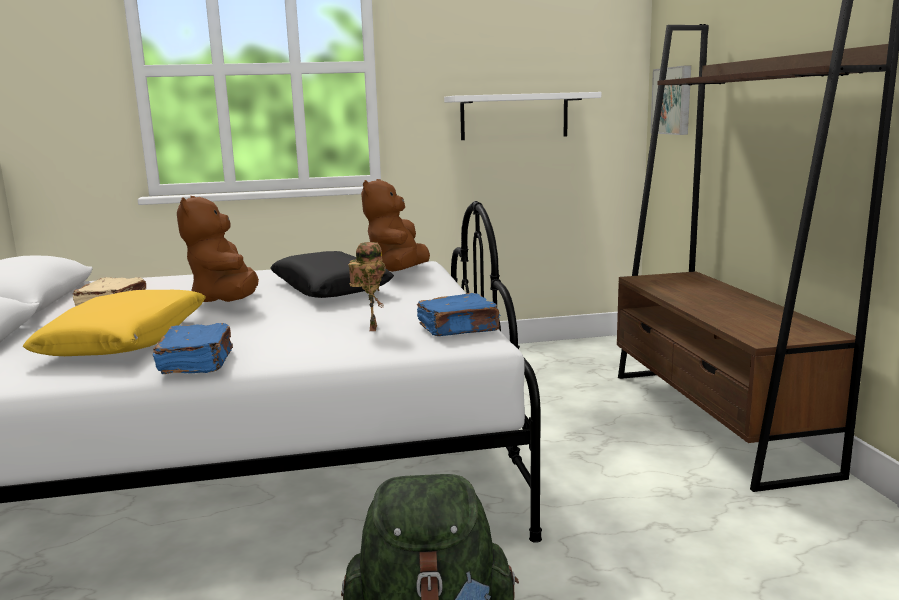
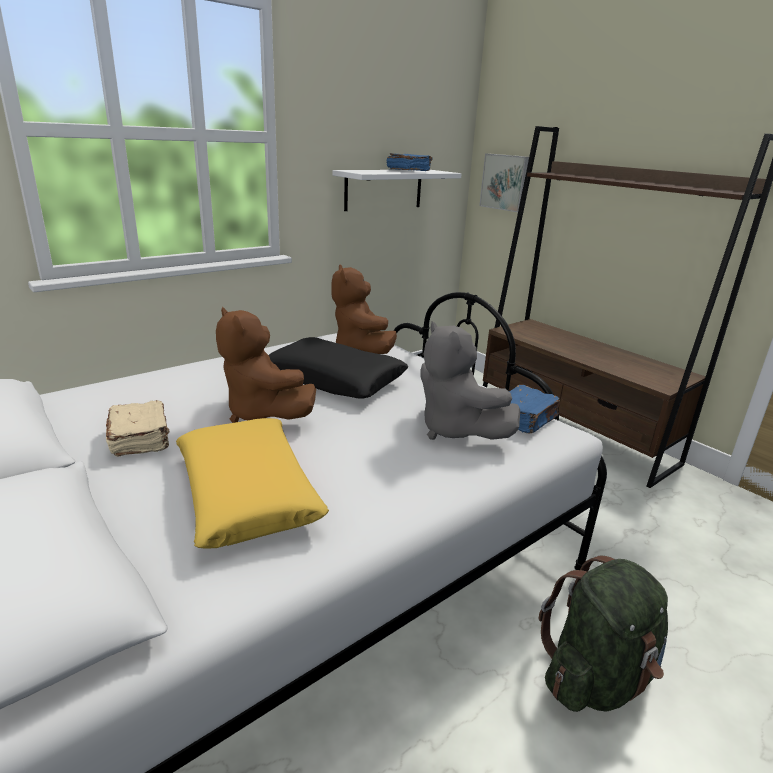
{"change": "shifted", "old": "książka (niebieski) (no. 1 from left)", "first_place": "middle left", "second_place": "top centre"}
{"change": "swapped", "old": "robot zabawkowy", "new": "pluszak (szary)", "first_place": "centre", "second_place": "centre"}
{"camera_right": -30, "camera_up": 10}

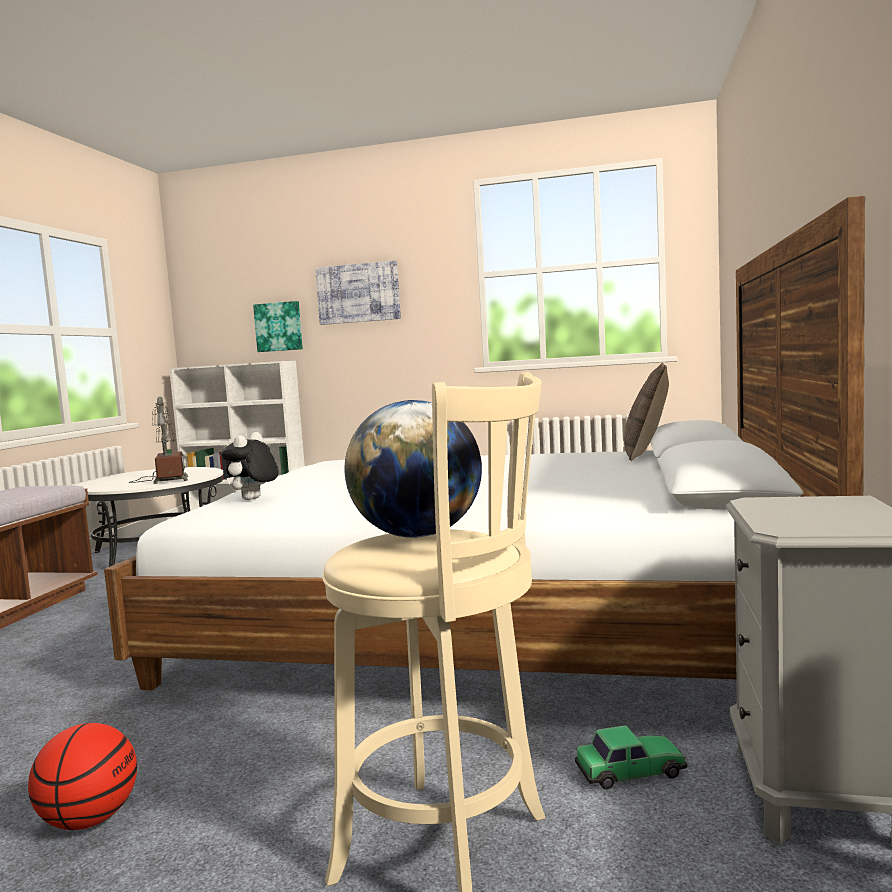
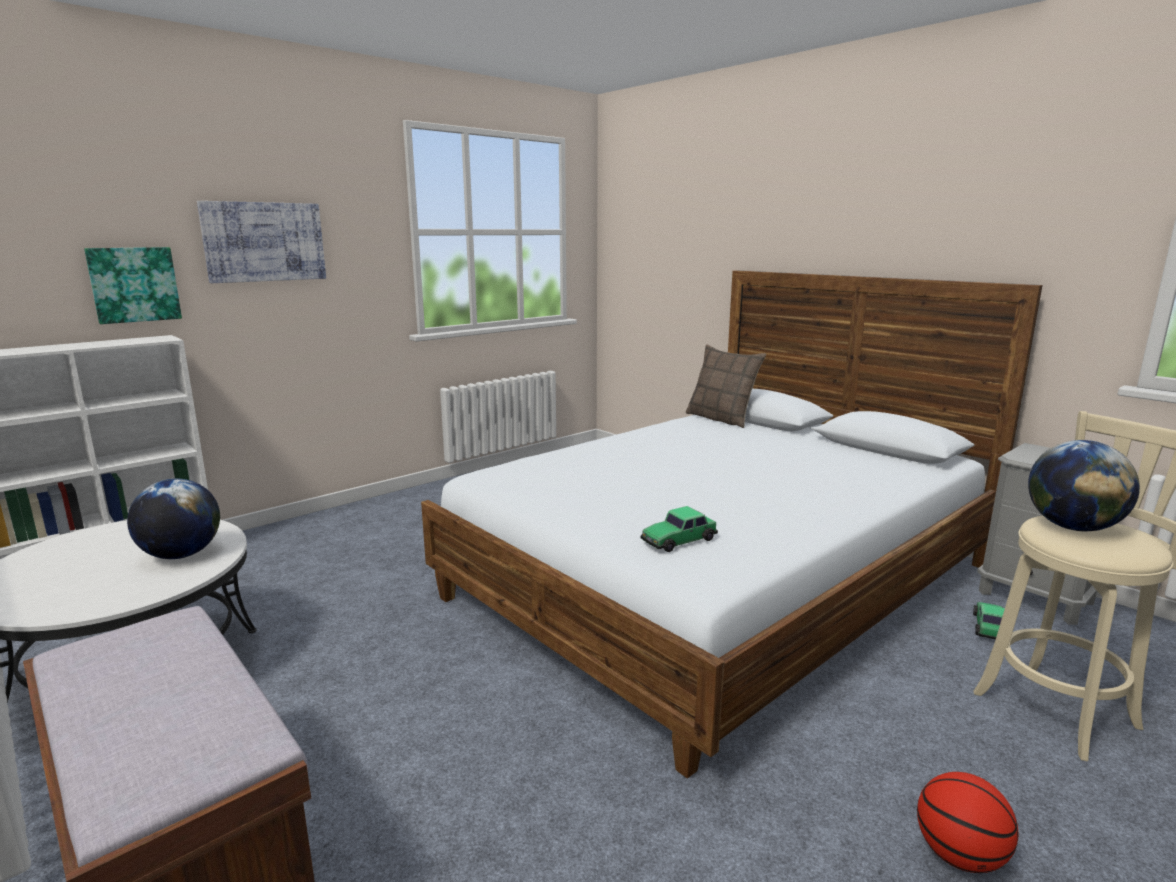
{"change": "swapped", "old": "lampa stołowa", "new": "globus (no. 1 from left)", "first_place": "middle left", "second_place": "middle left"}
{"change": "swapped", "old": "pluszak", "new": "samochodzik (no. 1 from left)", "first_place": "middle left", "second_place": "centre"}
{"camera_right": -55, "camera_up": 10}

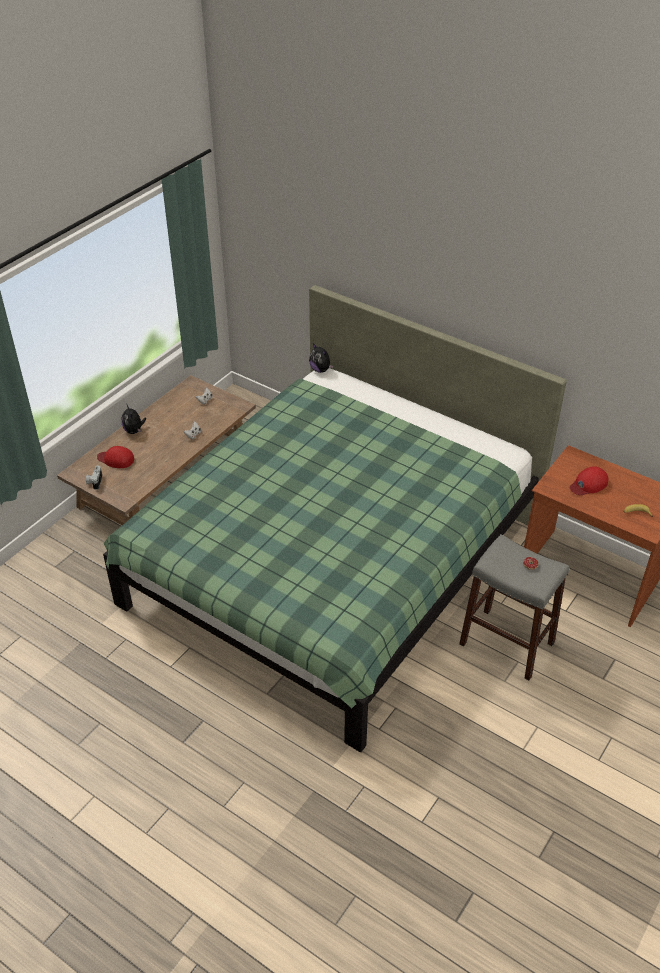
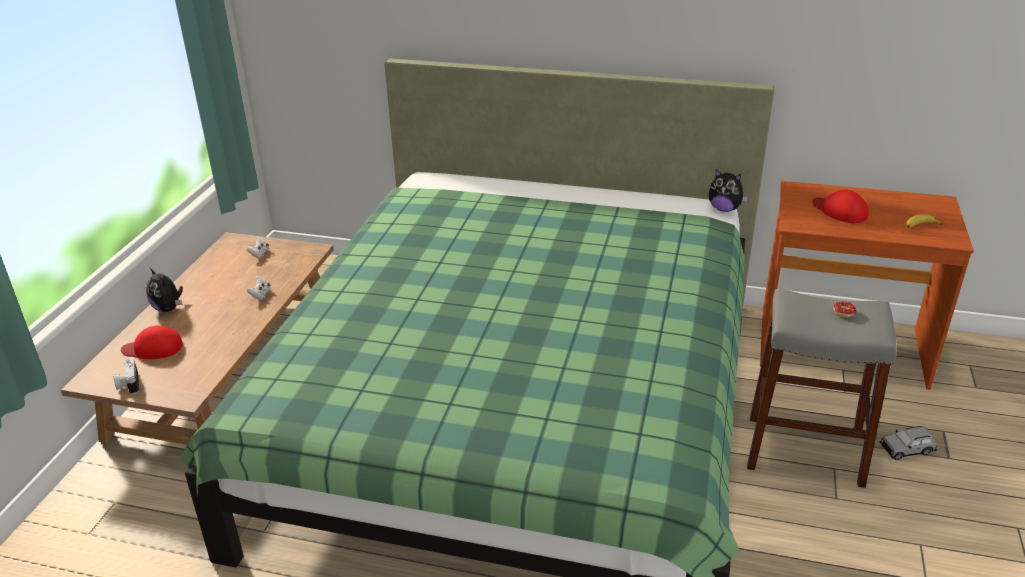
{"change": "shifted", "old": "pluszak (no. 2 from left)", "first_place": "centre", "second_place": "top right"}
{"change": "rotated", "old": "czapka z daszkiem (czerwony) (no. 2 from left)", "first_place": "middle right", "second_place": "middle right", "degrees": 105}
{"change": "new", "new": "samochodzik (szary)", "second_place": "bottom right"}
{"camera_right": -20, "camera_up": -10}

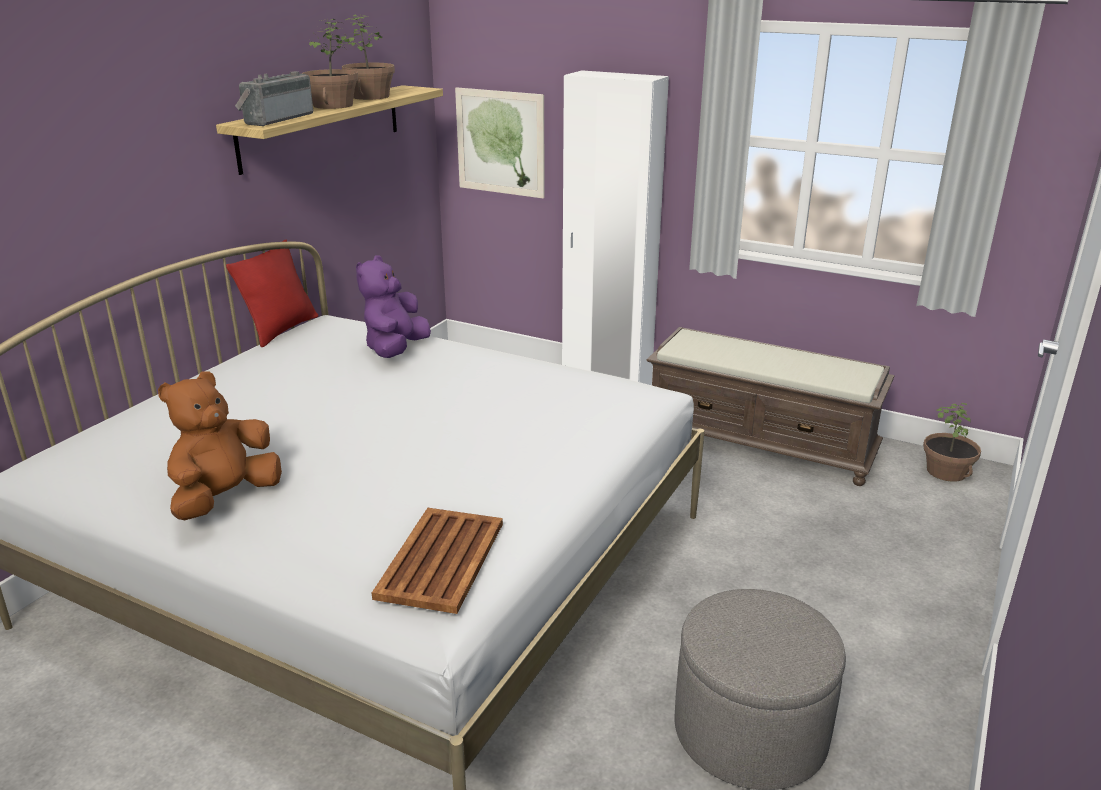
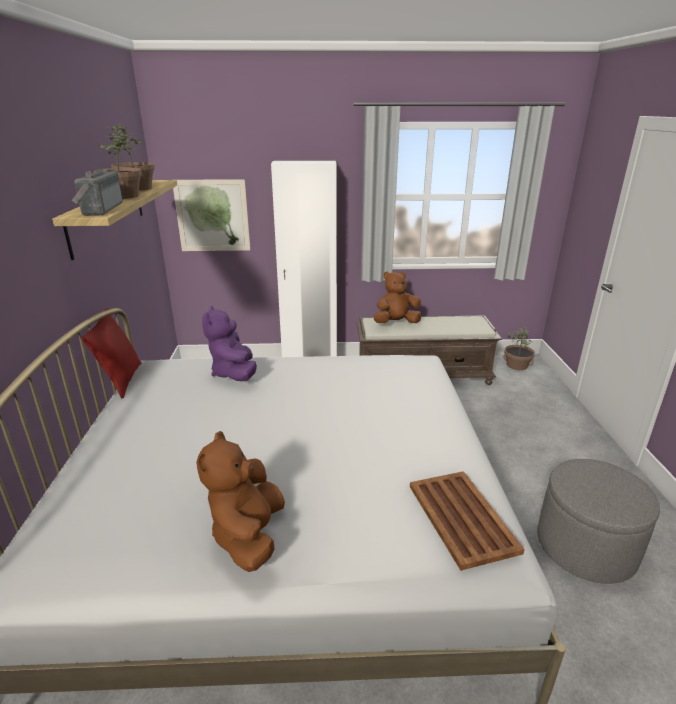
{"change": "new", "new": "pluszak (brązowy) (no. 2 from left)", "second_place": "centre"}
{"camera_right": -30, "camera_up": 0}

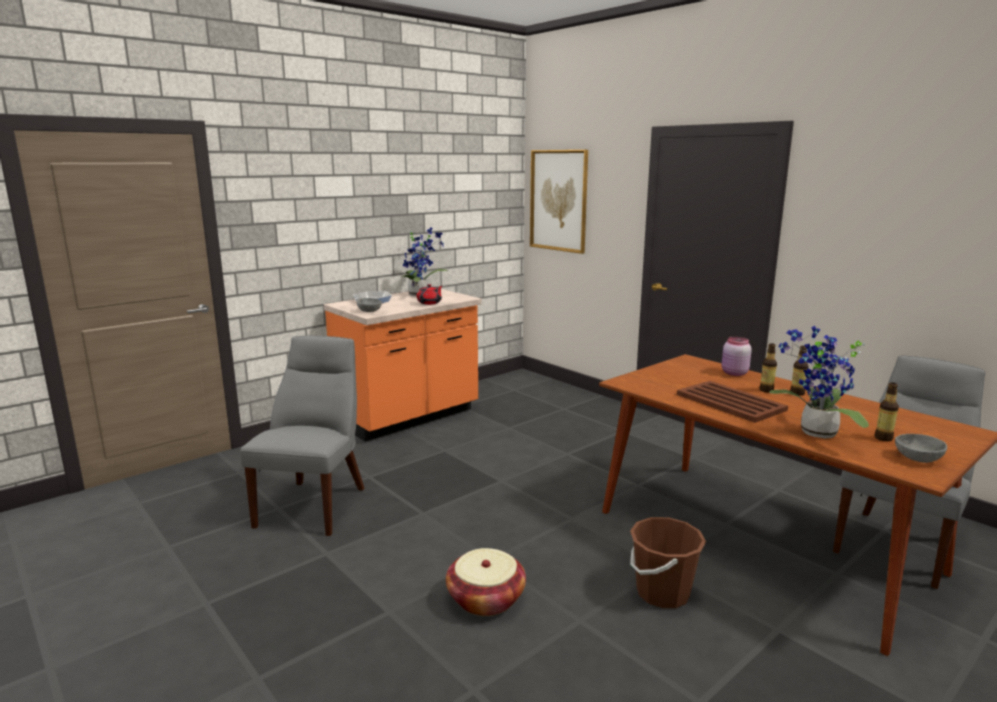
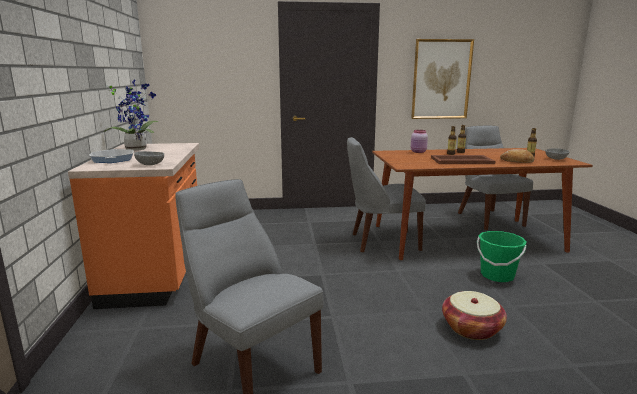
{"change": "new", "new": "krzesło (szary) (no. 2 from left)", "second_place": "centre"}
{"change": "shifted", "old": "obraz", "first_place": "top centre", "second_place": "top right"}
{"change": "repainted", "old": "wiadro (brązowy)", "new": "wiadro (zielony)", "first_place": "bottom right", "second_place": "middle right"}
{"change": "swapped", "old": "roślina doniczkowa (no. 2 from left)", "new": "chleb", "first_place": "middle right", "second_place": "middle right"}
{"change": "gone", "old": "imbryk (czerwony)", "first_place": "centre"}
{"camera_right": -55, "camera_up": 0}

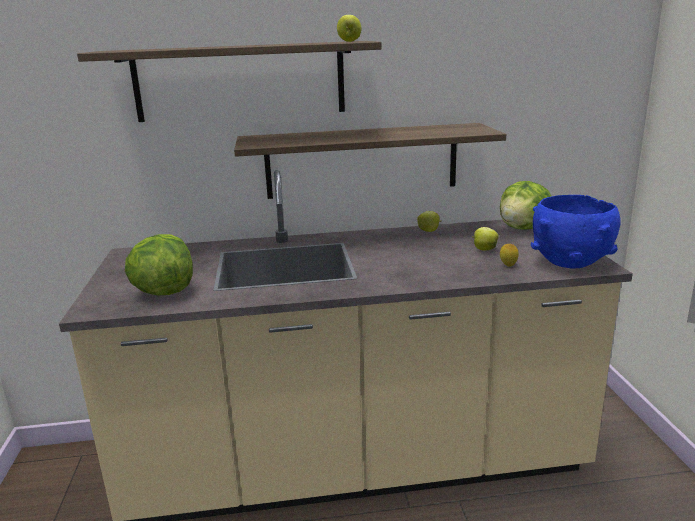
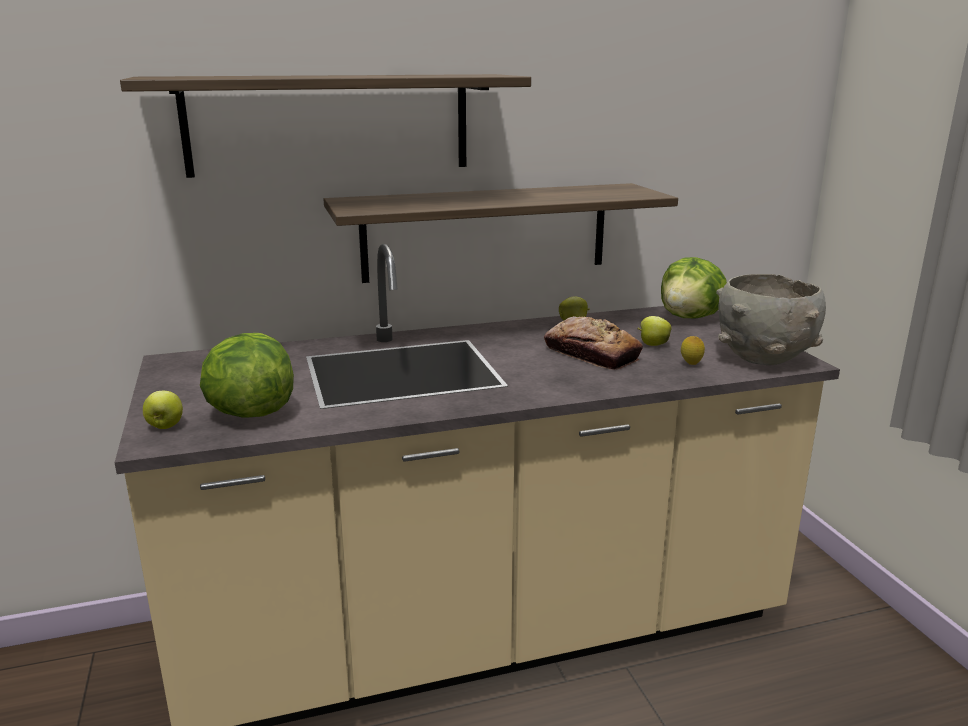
{"change": "shifted", "old": "jabłko (no. 1 from left)", "first_place": "top centre", "second_place": "middle left"}
{"change": "new", "new": "chleb", "second_place": "centre"}
{"change": "repainted", "old": "miska (niebieski)", "new": "miska (szary)", "first_place": "middle right", "second_place": "middle right"}
{"camera_right": -10, "camera_up": 0}

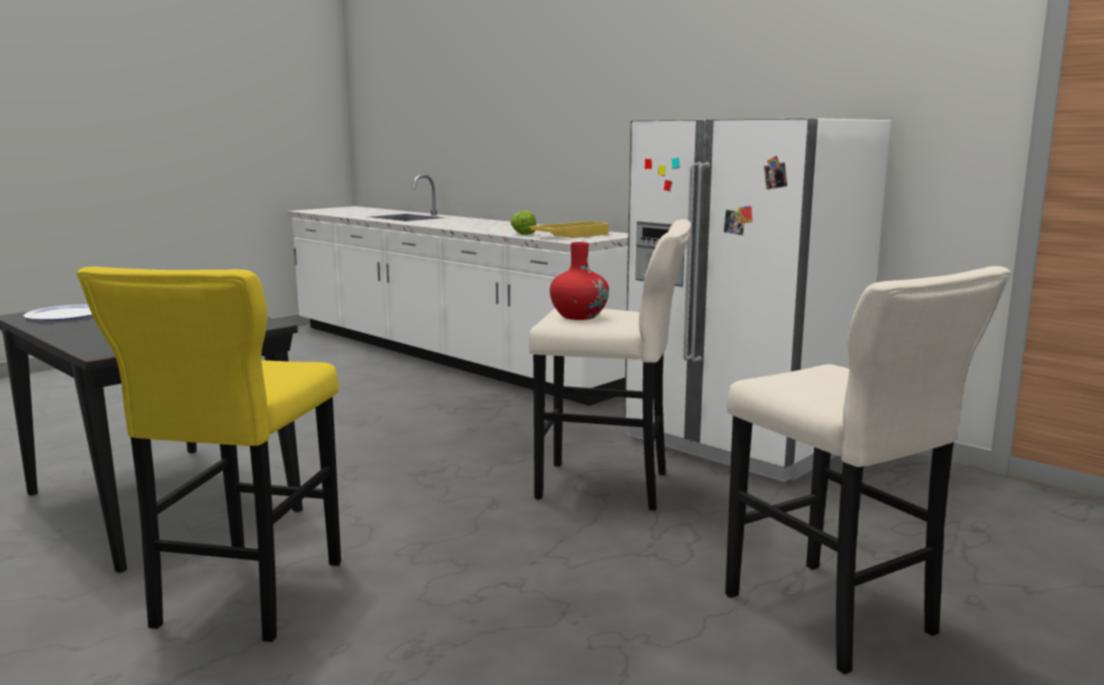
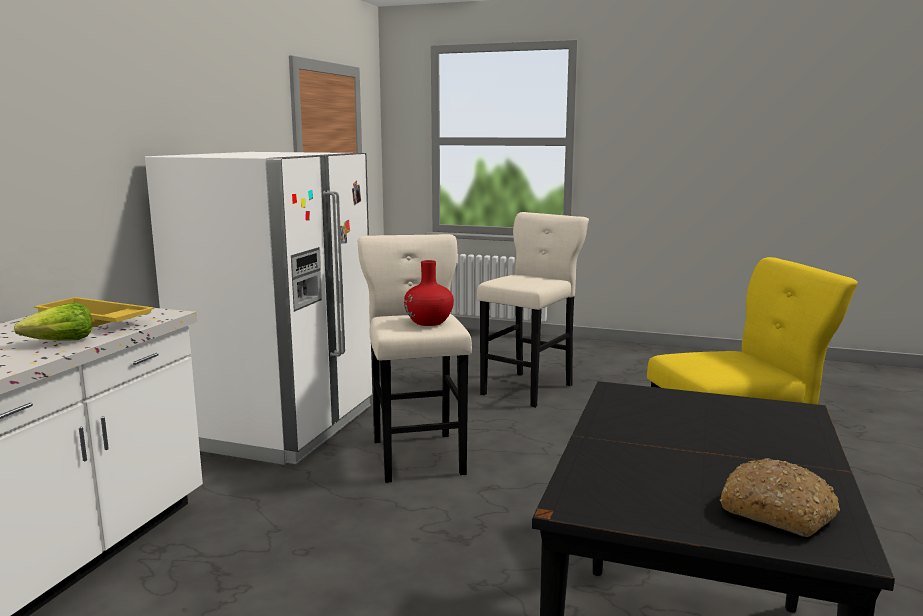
{"change": "swapped", "old": "talerz", "new": "chleb", "first_place": "middle left", "second_place": "bottom right"}
{"camera_right": -115, "camera_up": 0}

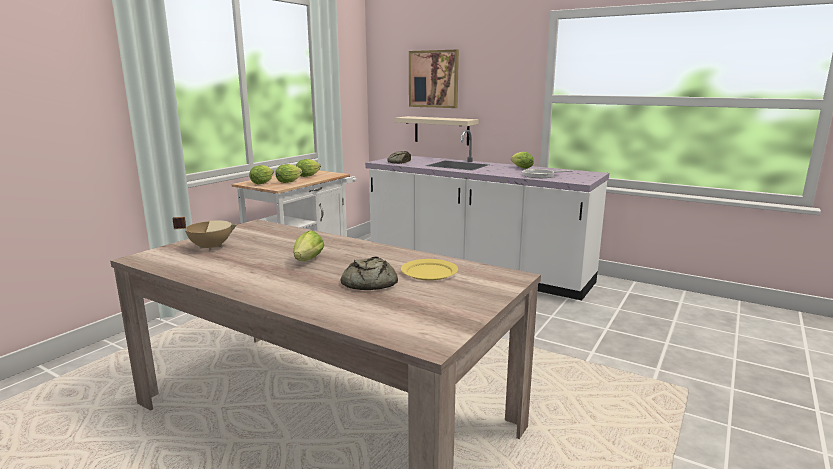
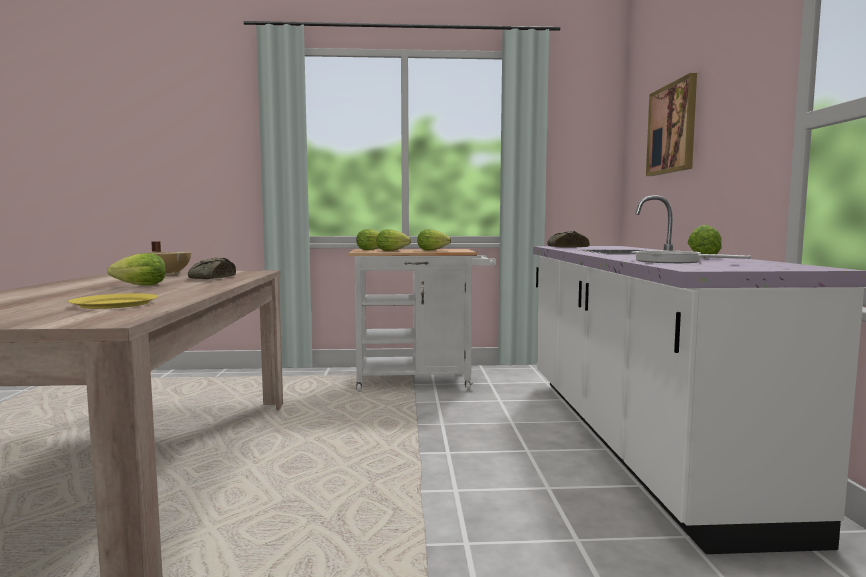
{"change": "shifted", "old": "chleb (no. 1 from left)", "first_place": "centre", "second_place": "middle left"}
{"change": "gone", "old": "półka (beżowy)", "first_place": "top centre"}
{"camera_right": 55, "camera_up": -10}

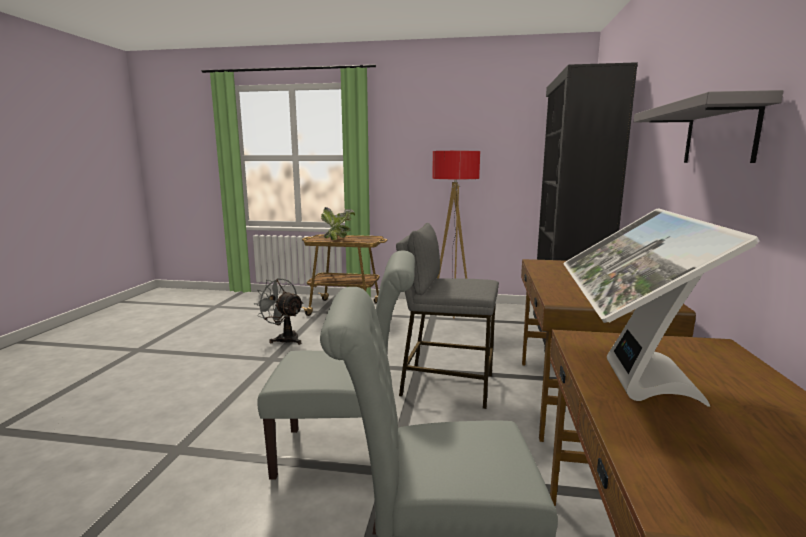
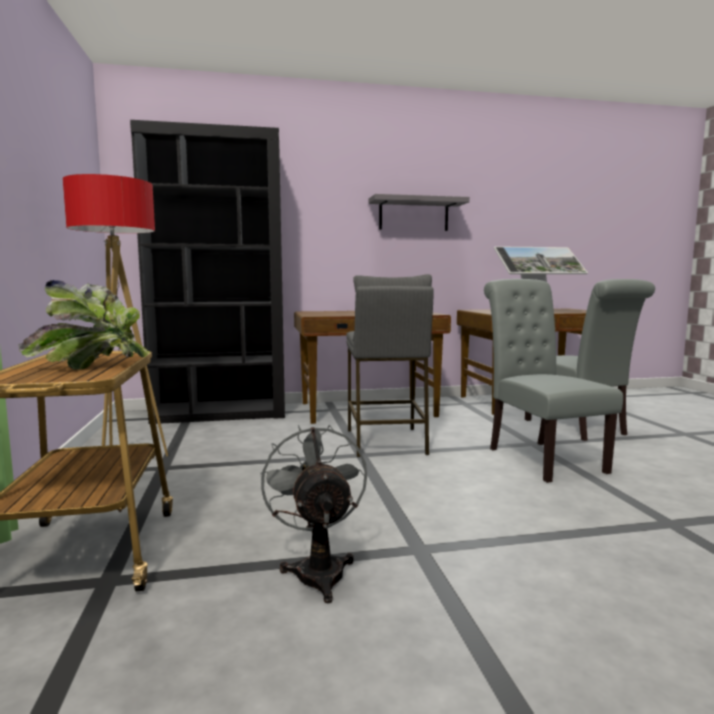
{"change": "rotated", "old": "wentylator (szary)", "first_place": "centre", "second_place": "bottom centre", "degrees": 150}
{"camera_right": -110, "camera_up": -5}

